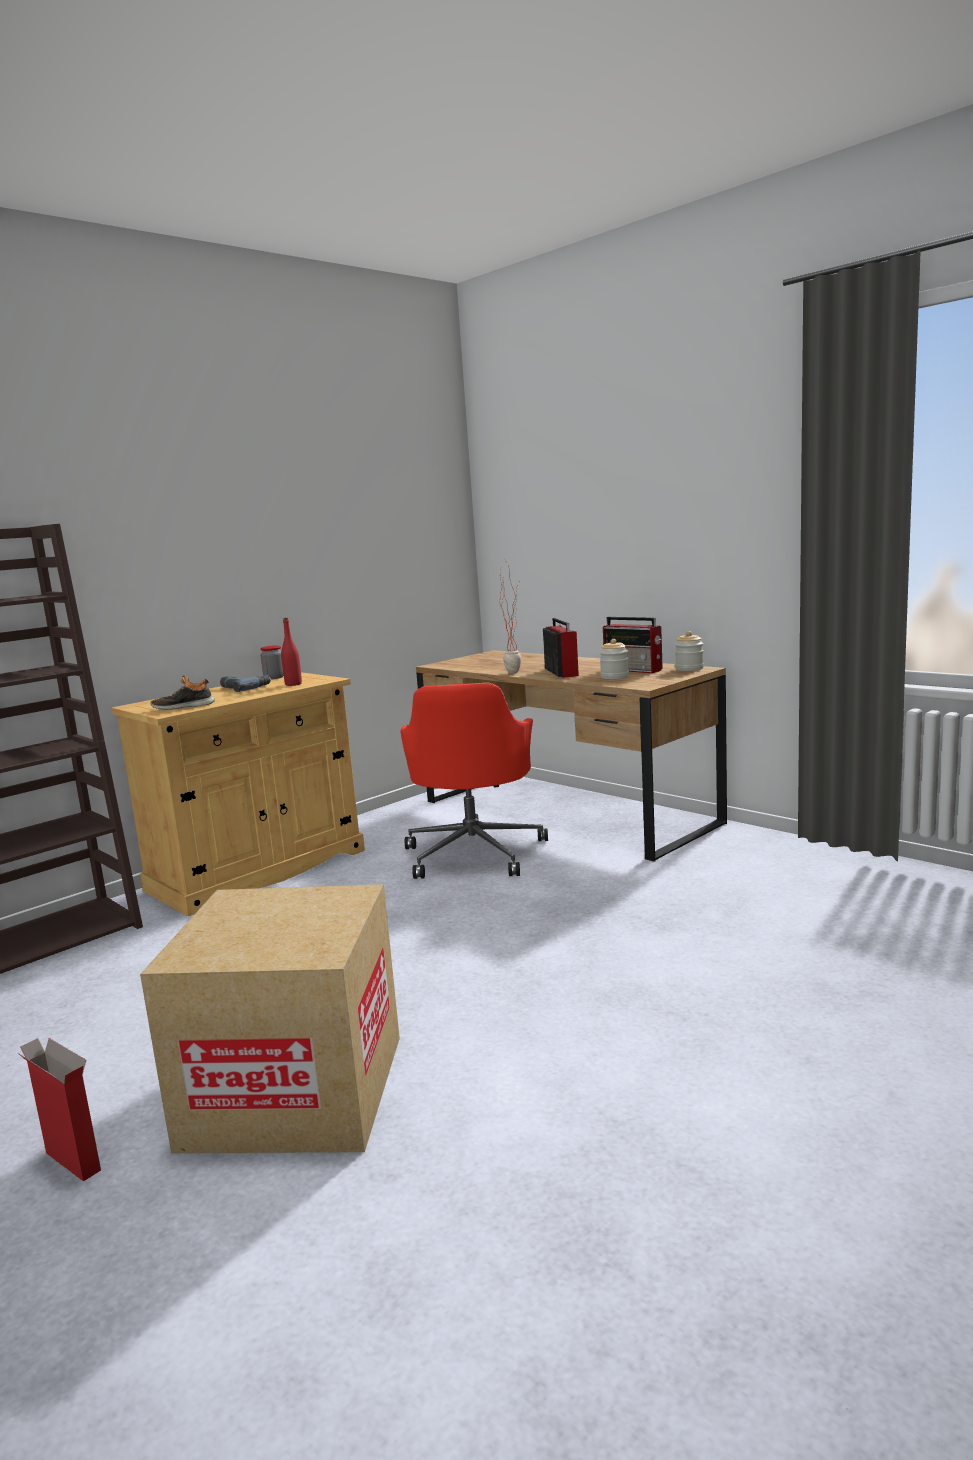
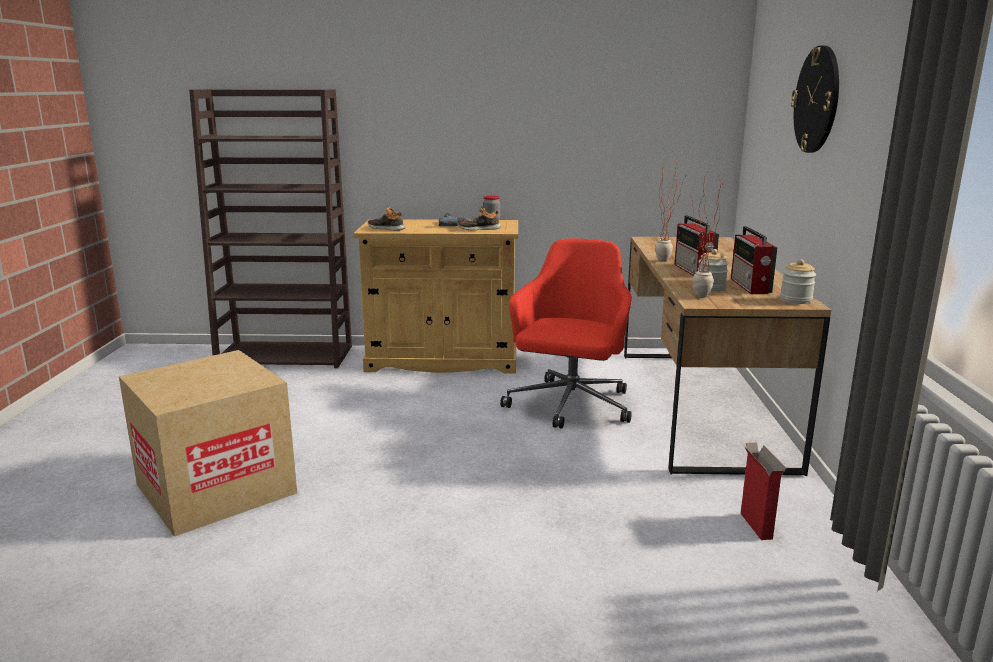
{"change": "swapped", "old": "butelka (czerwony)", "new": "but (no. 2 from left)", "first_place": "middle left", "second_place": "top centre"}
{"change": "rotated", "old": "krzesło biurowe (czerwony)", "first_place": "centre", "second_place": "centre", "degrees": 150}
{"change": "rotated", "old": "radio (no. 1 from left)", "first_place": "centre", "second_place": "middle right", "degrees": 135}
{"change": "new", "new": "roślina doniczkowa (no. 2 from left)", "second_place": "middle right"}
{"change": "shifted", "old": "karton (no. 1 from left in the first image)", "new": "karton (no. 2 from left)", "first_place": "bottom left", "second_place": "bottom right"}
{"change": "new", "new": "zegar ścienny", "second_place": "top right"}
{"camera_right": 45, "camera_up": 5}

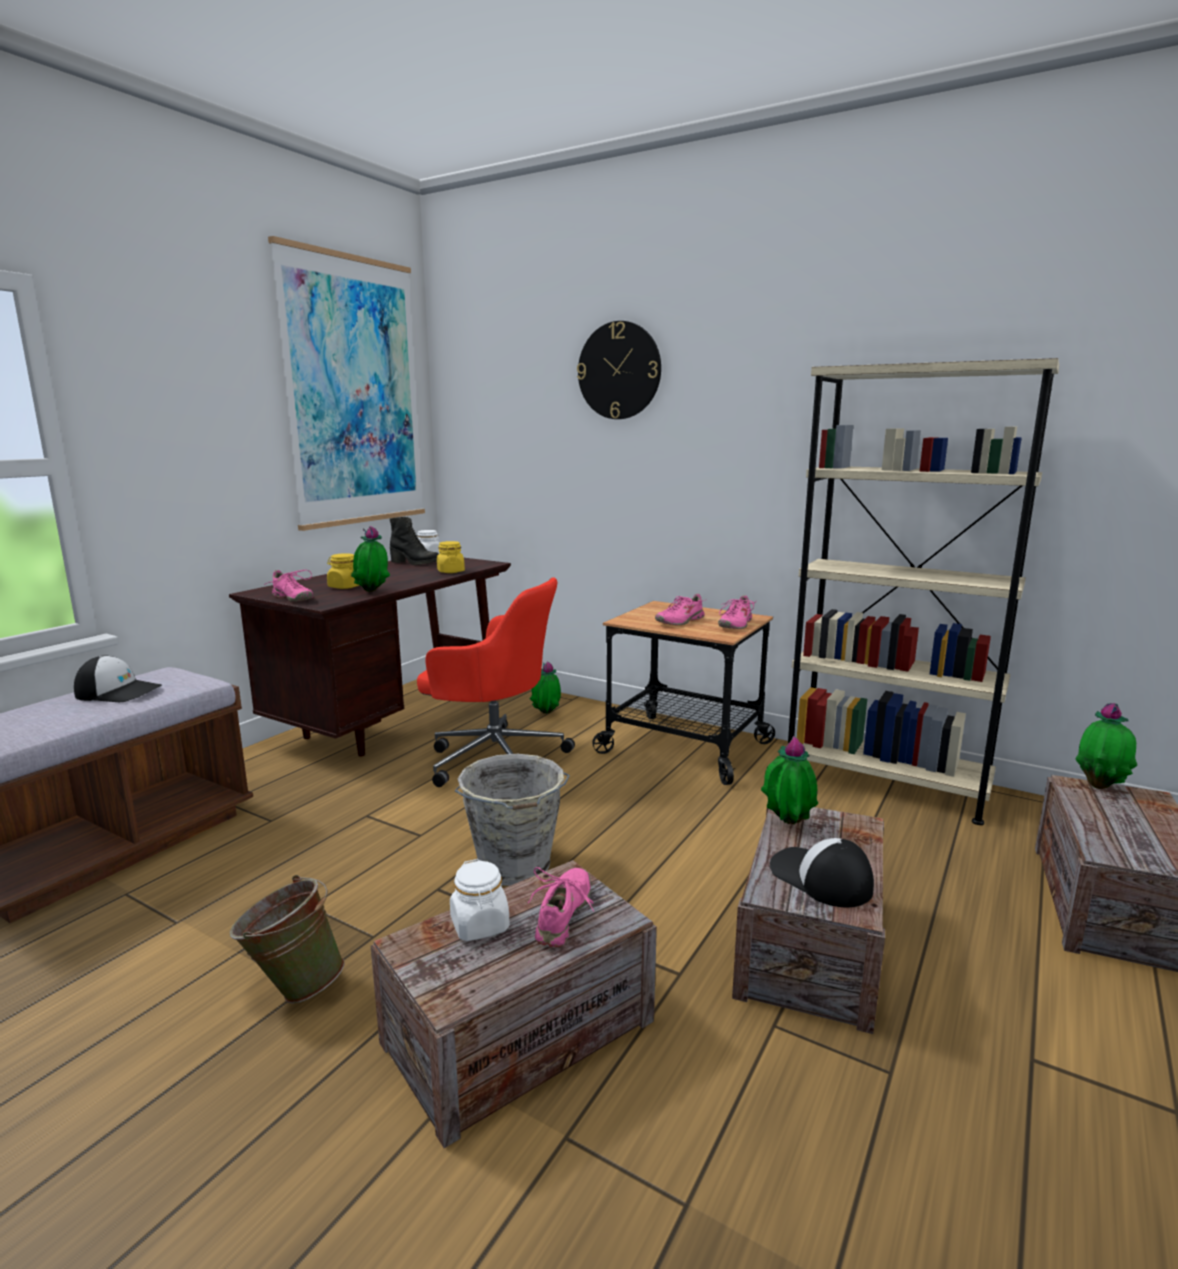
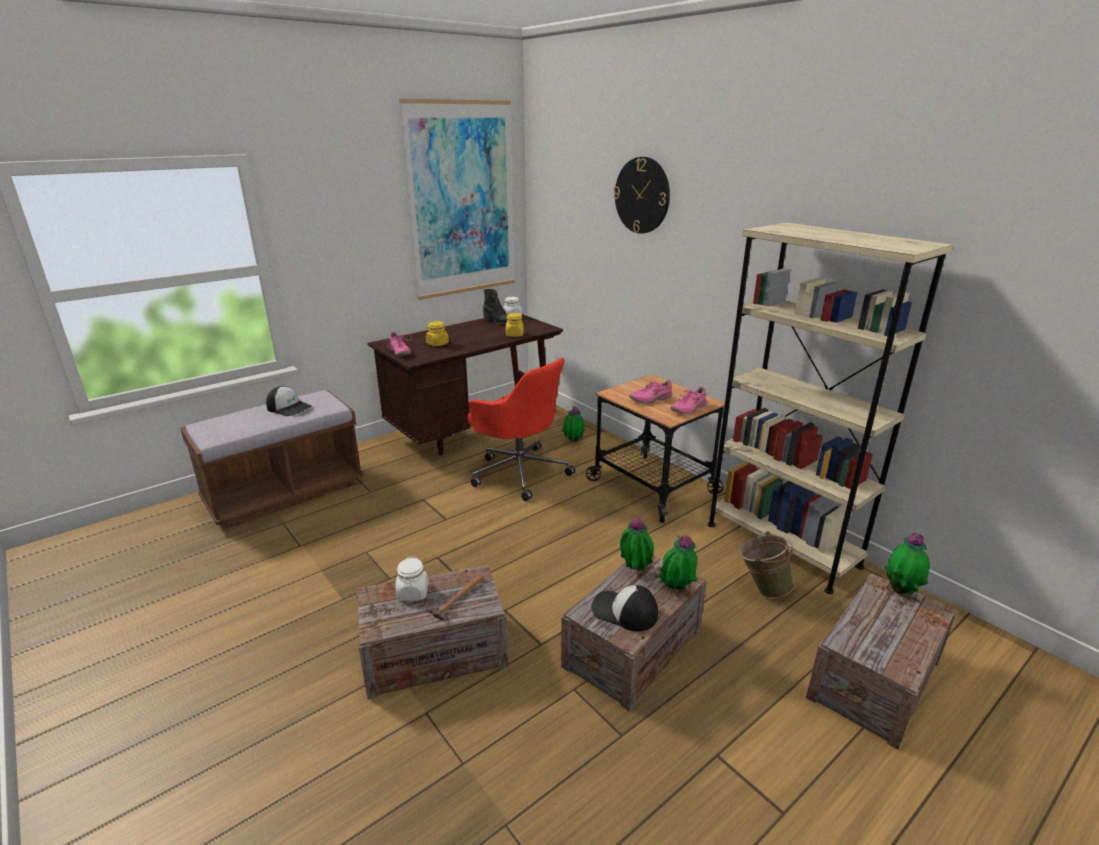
{"change": "swapped", "old": "but (różowy) (no. 2 from left)", "new": "młotek", "first_place": "bottom centre", "second_place": "bottom centre"}
{"change": "rotated", "old": "czapka z daszkiem (no. 2 from left)", "first_place": "bottom right", "second_place": "bottom centre", "degrees": -45}
{"change": "shifted", "old": "roślina doniczkowa (no. 1 from left in the first image)", "new": "roślina doniczkowa (no. 3 from left)", "first_place": "middle left", "second_place": "centre"}
{"change": "shifted", "old": "wiadro (zielony)", "first_place": "bottom left", "second_place": "bottom right"}
{"change": "gone", "old": "wiadro (szary)", "first_place": "centre"}
{"camera_right": 20, "camera_up": 10}

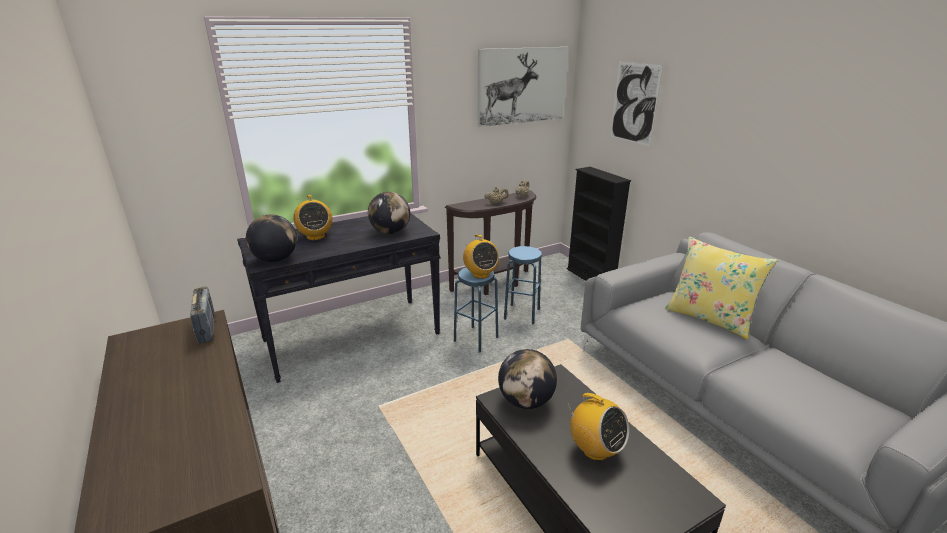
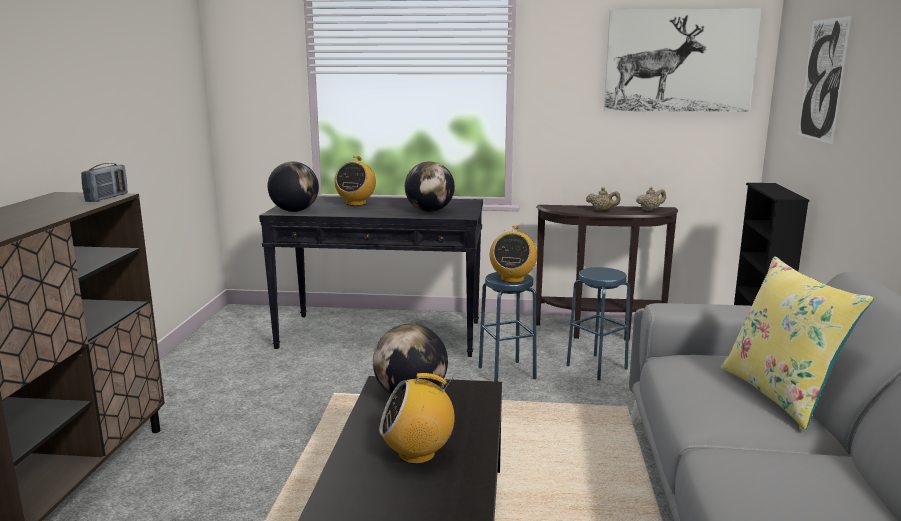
{"change": "rotated", "old": "radio (no. 4 from left in the first image)", "first_place": "bottom centre", "second_place": "bottom centre", "degrees": 90}
{"camera_right": 35, "camera_up": -10}

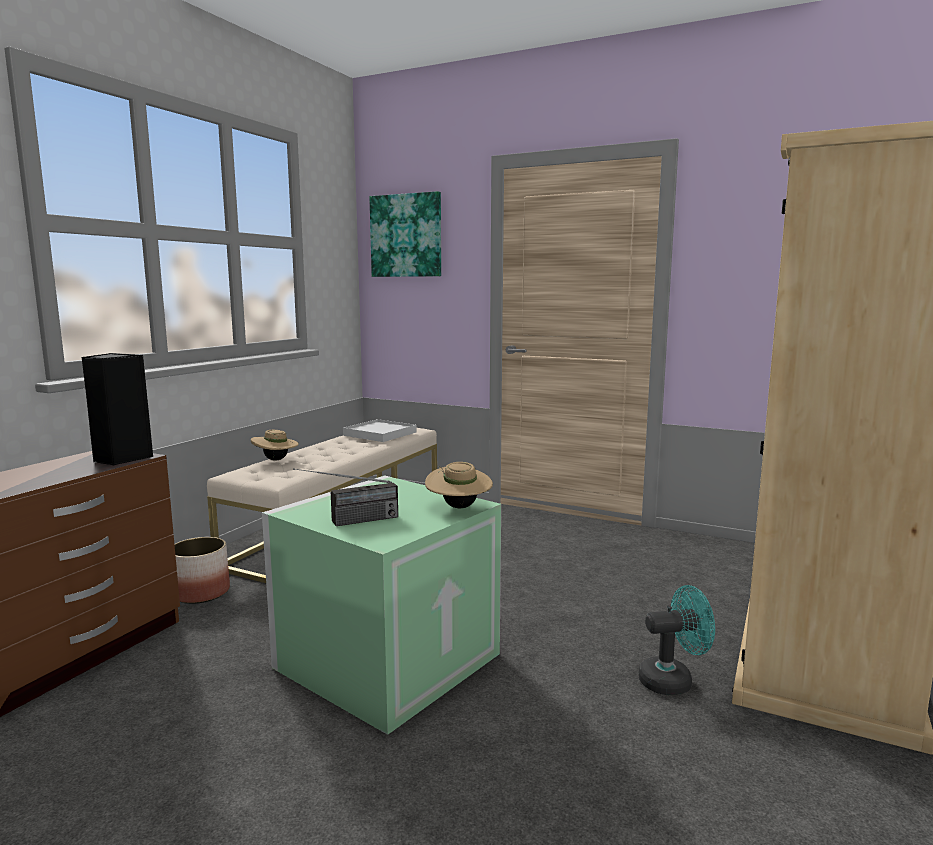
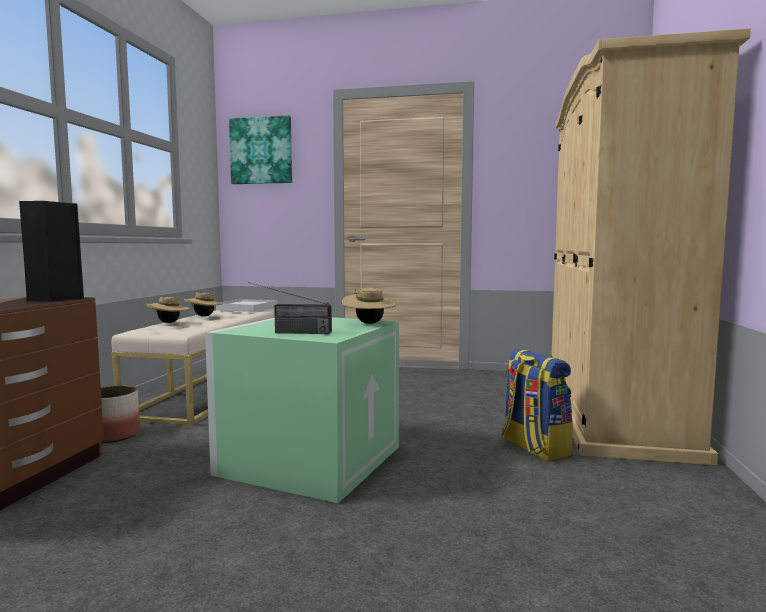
{"change": "new", "new": "kapelusz (beżowy) (no. 2 from left)", "second_place": "middle left"}
{"change": "rotated", "old": "radio", "first_place": "centre", "second_place": "centre", "degrees": 45}
{"change": "swapped", "old": "wentylator (turkusowy)", "new": "plecak", "first_place": "bottom right", "second_place": "middle right"}
{"camera_right": -15, "camera_up": -5}

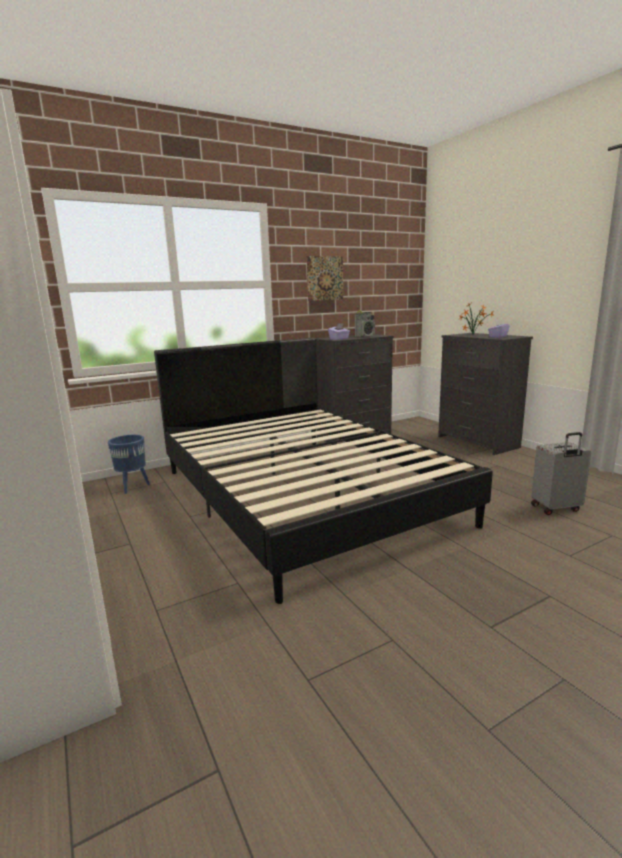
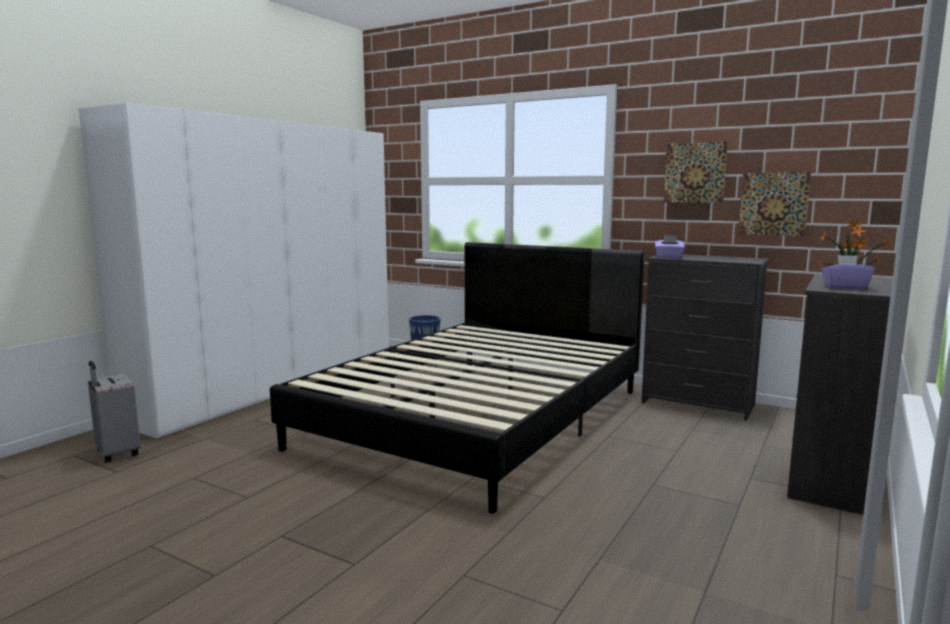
{"change": "shifted", "old": "walizka (szary)", "first_place": "middle right", "second_place": "middle left"}
{"change": "new", "new": "obraz (no. 2 from left)", "second_place": "top right"}
{"change": "gone", "old": "radio", "first_place": "centre"}
{"camera_right": 60, "camera_up": -5}

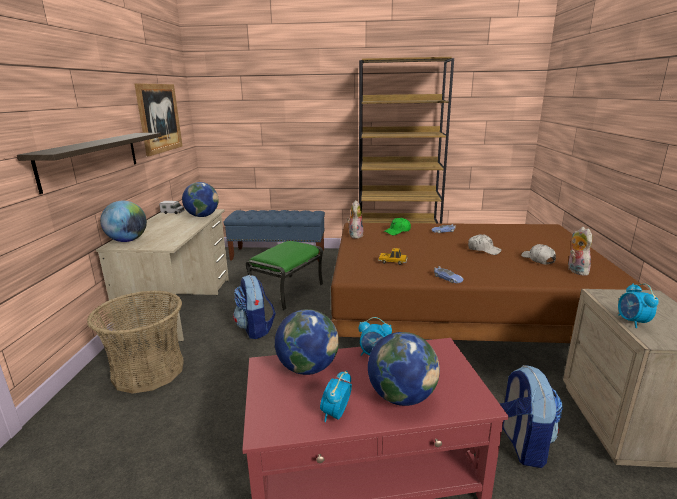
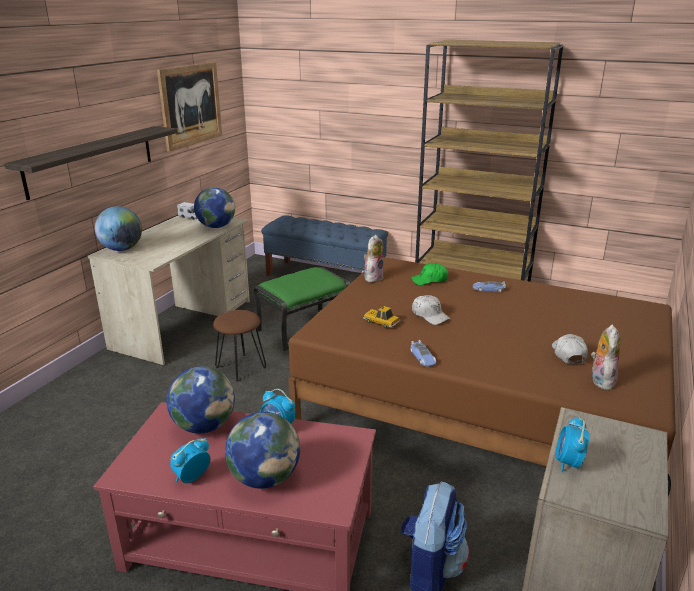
{"change": "swapped", "old": "plecak (no. 1 from left)", "new": "stołek (brązowy)", "first_place": "centre", "second_place": "centre"}
{"change": "shifted", "old": "czapka z daszkiem (biały) (no. 1 from left)", "first_place": "middle right", "second_place": "centre"}
{"change": "gone", "old": "koszyk", "first_place": "bottom left"}
{"camera_right": 20, "camera_up": 5}

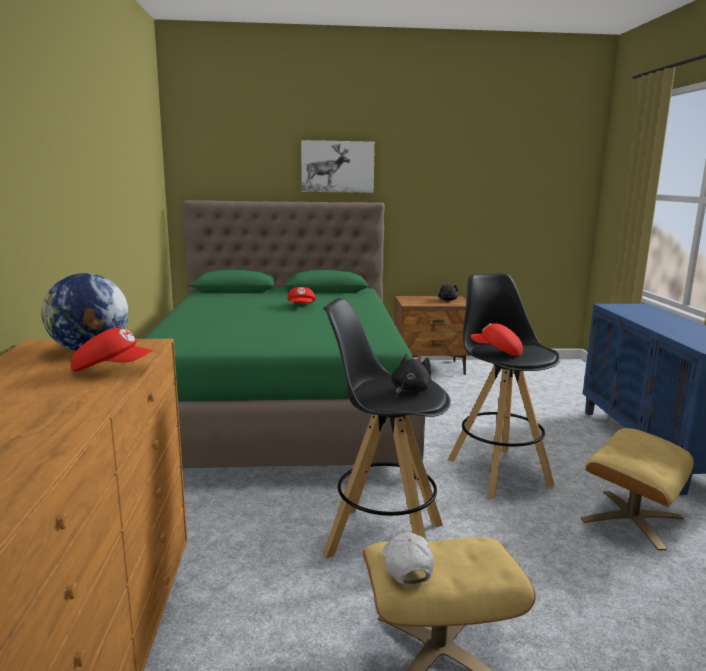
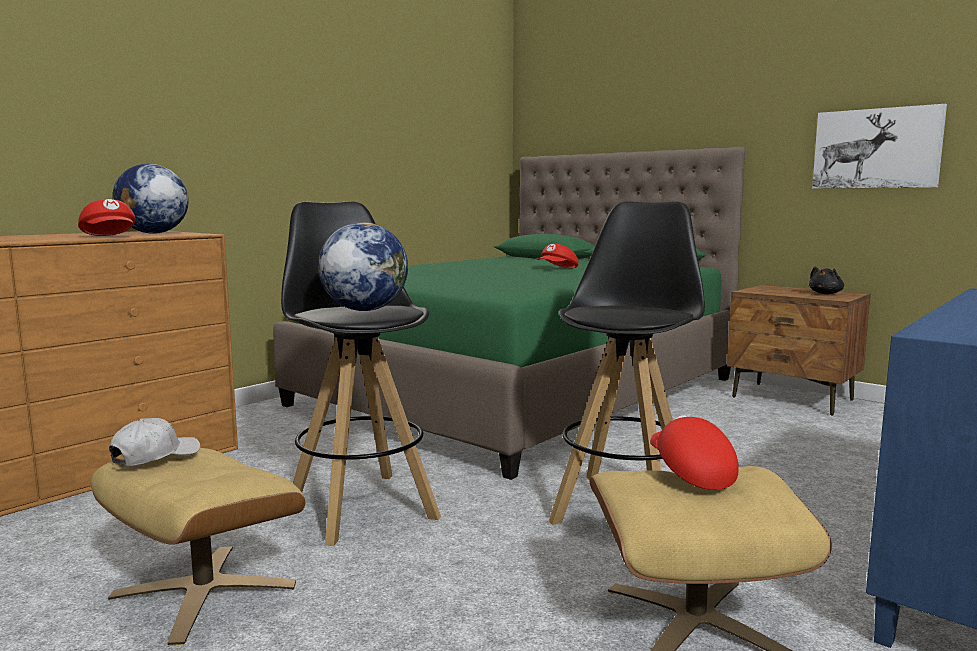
{"change": "swapped", "old": "pluszak (czarny) (no. 1 from left)", "new": "globus (no. 2 from left)", "first_place": "centre", "second_place": "centre"}
{"change": "shifted", "old": "czapka z daszkiem (czerwony) (no. 3 from left)", "first_place": "middle right", "second_place": "bottom right"}
{"change": "shifted", "old": "obraz", "first_place": "top centre", "second_place": "top right"}
{"camera_right": 45, "camera_up": -5}

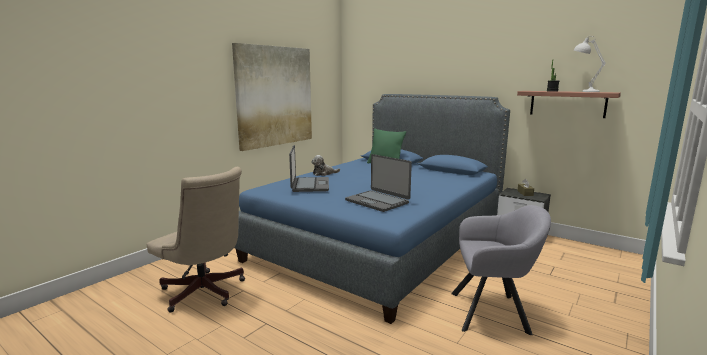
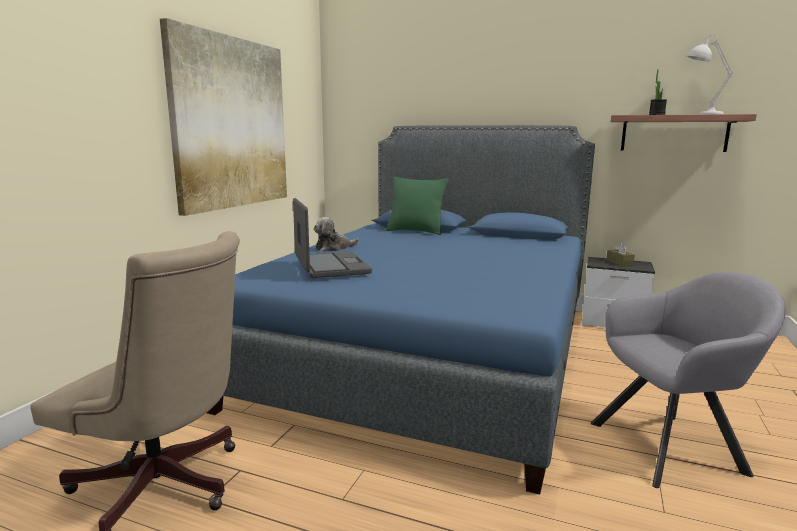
{"change": "gone", "old": "laptop (no. 2 from left)", "first_place": "centre"}
{"camera_right": -15, "camera_up": 0}

